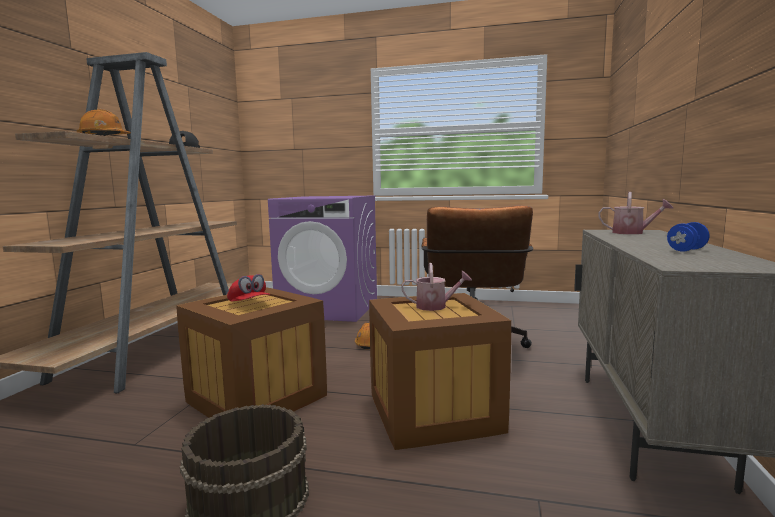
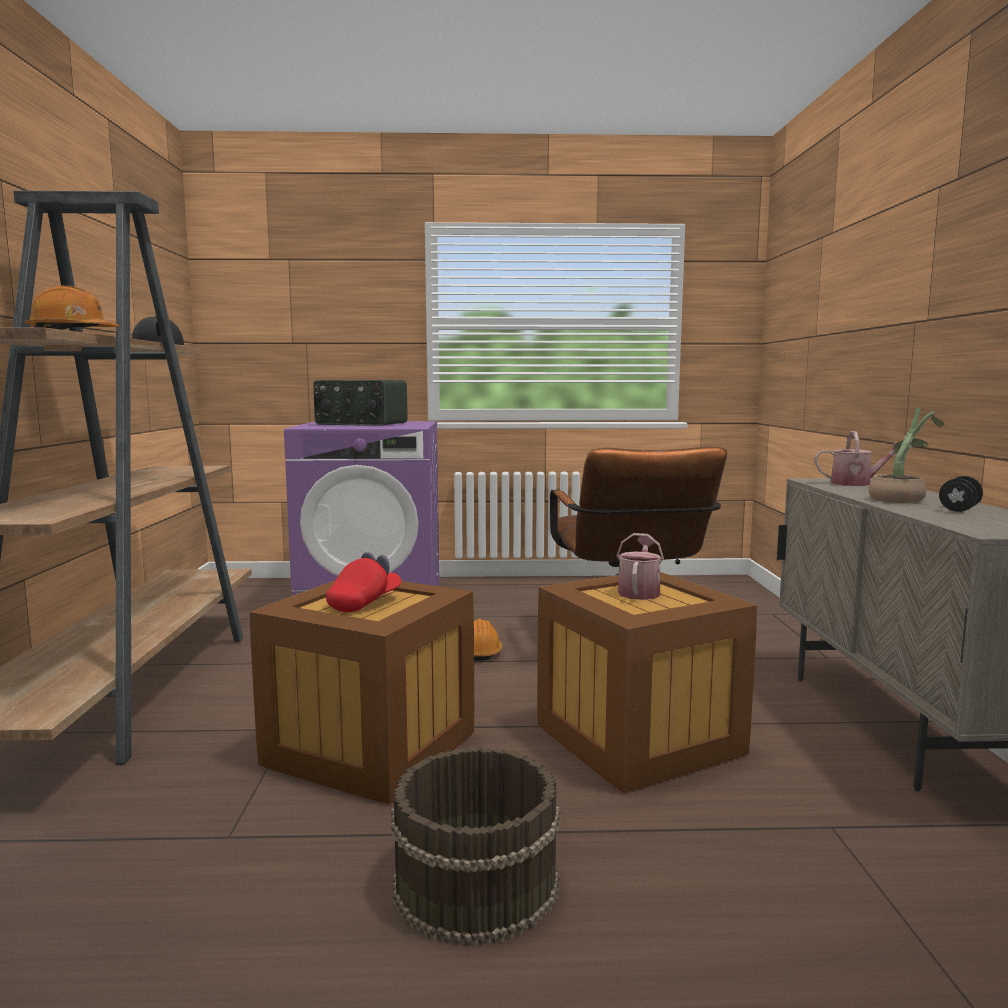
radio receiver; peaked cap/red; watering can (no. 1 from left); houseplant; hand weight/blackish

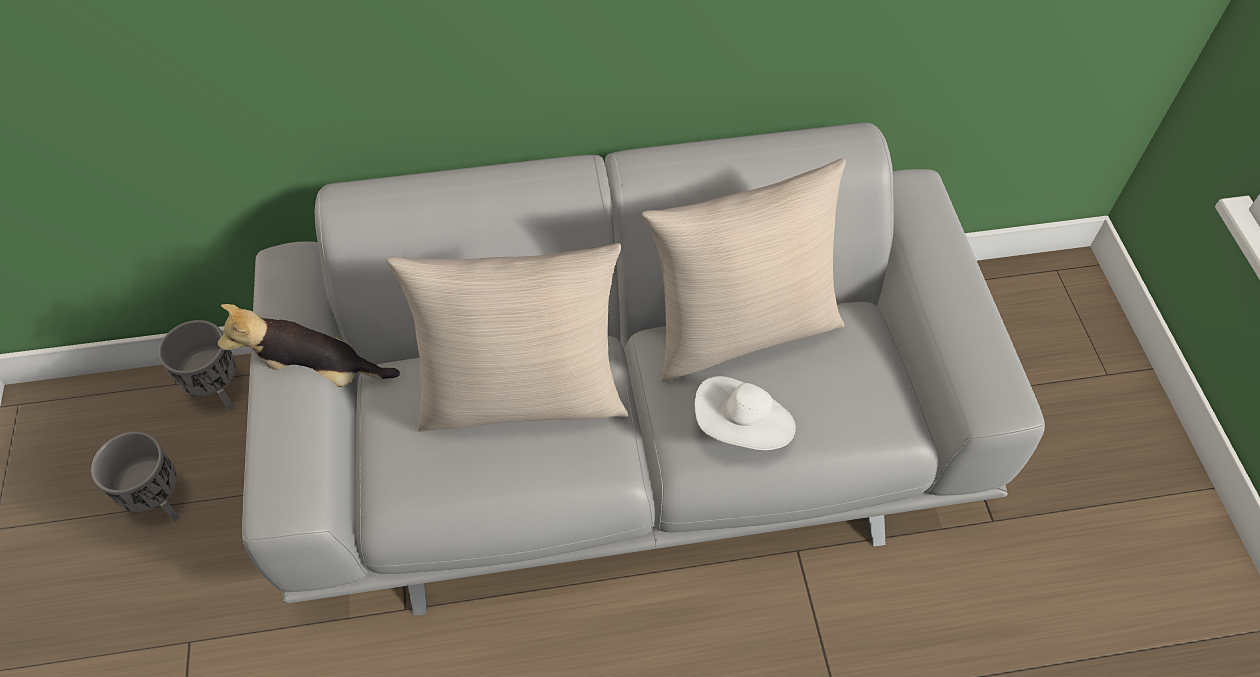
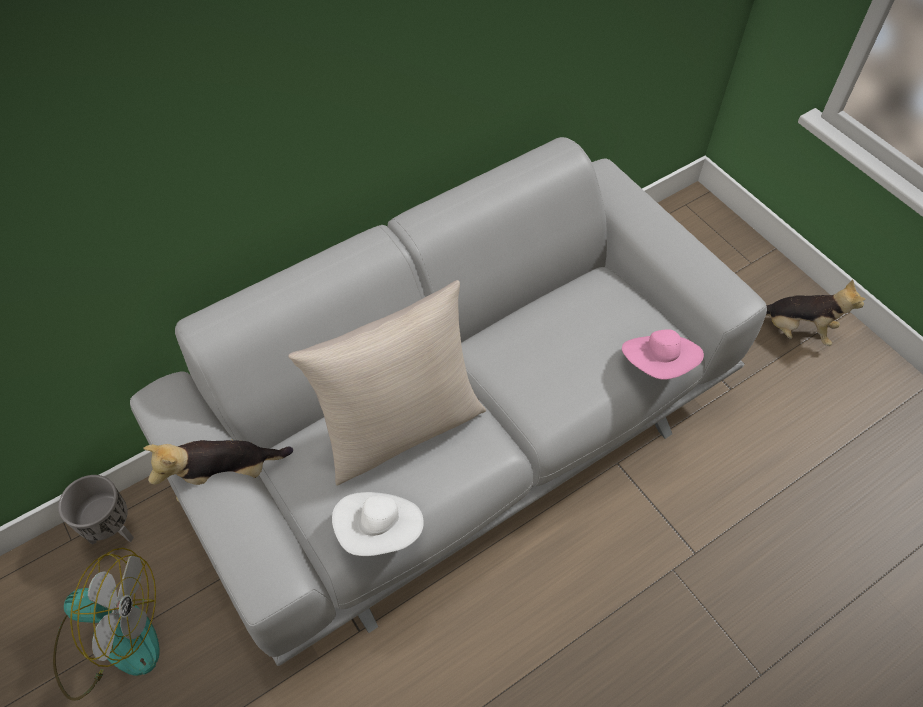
fan; clothing hat/whitish; clothing hat/pinkish; soft toy (no. 2 from left); throw pillow/sand-coloured (no. 2 from left in the first image)

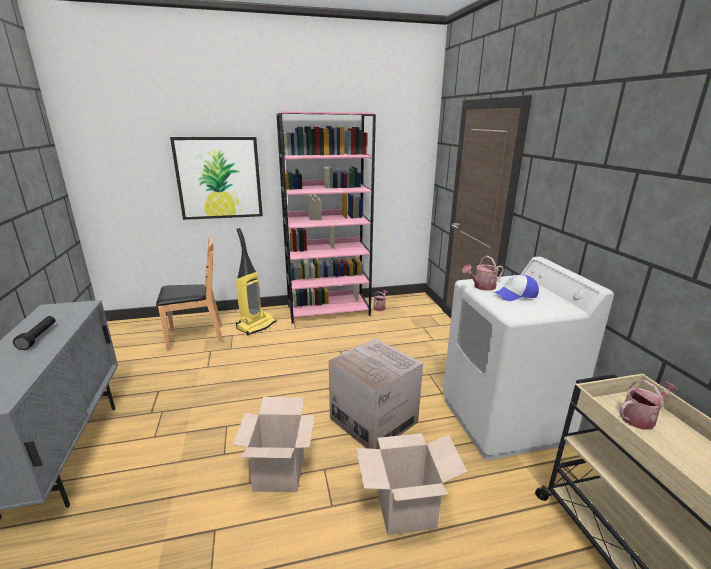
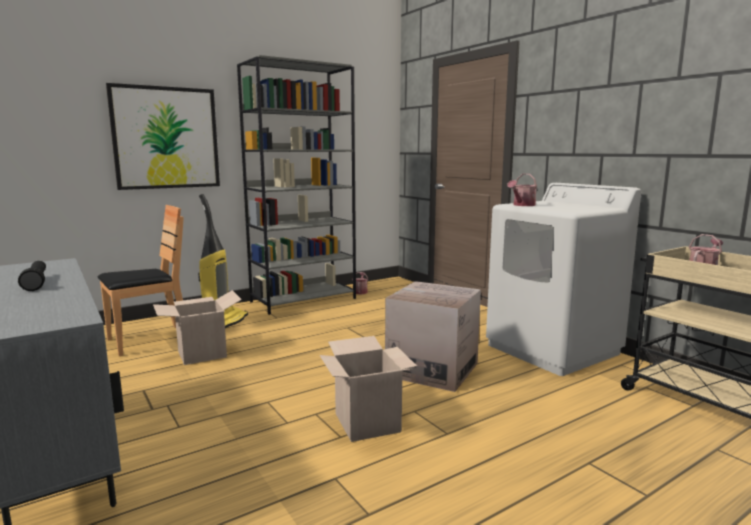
carton (no. 1 from left); shelving unit/greyish; peaked cap

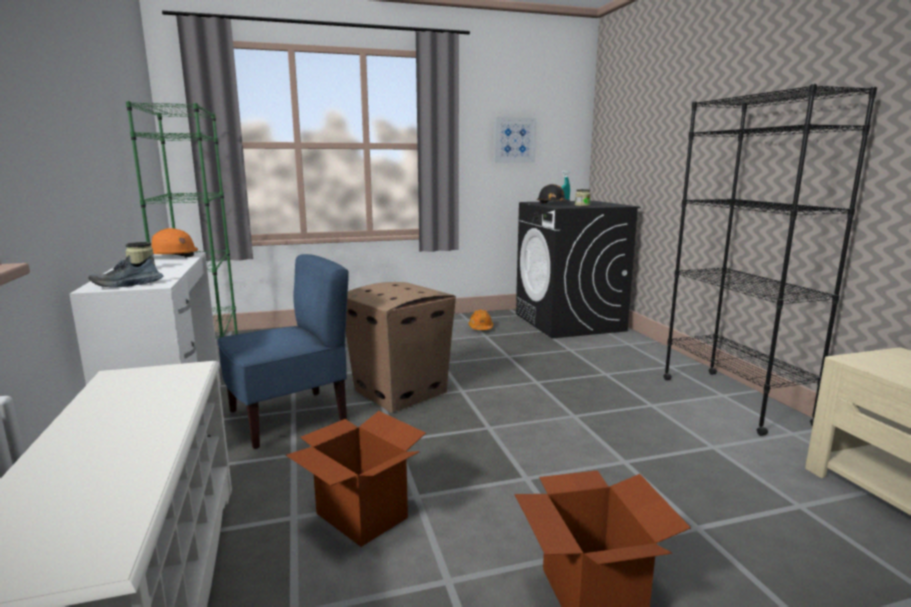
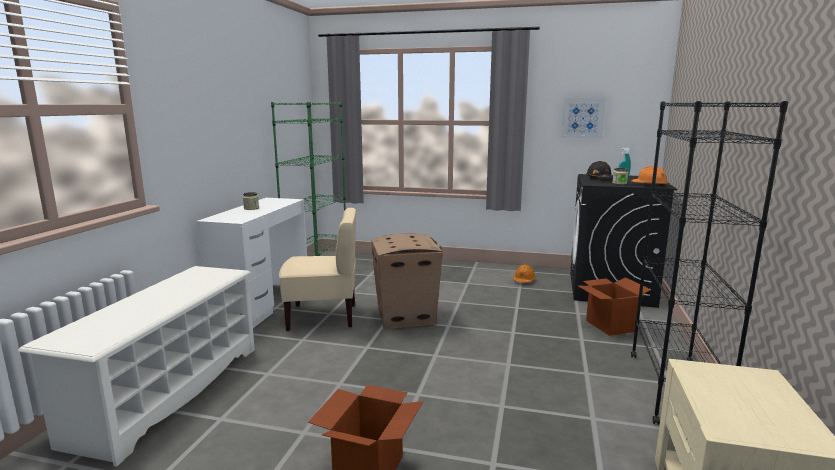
upright chair/sand-coloured; carton (no. 3 from left); safety helmet/orangey (no. 2 from left); item of footwear

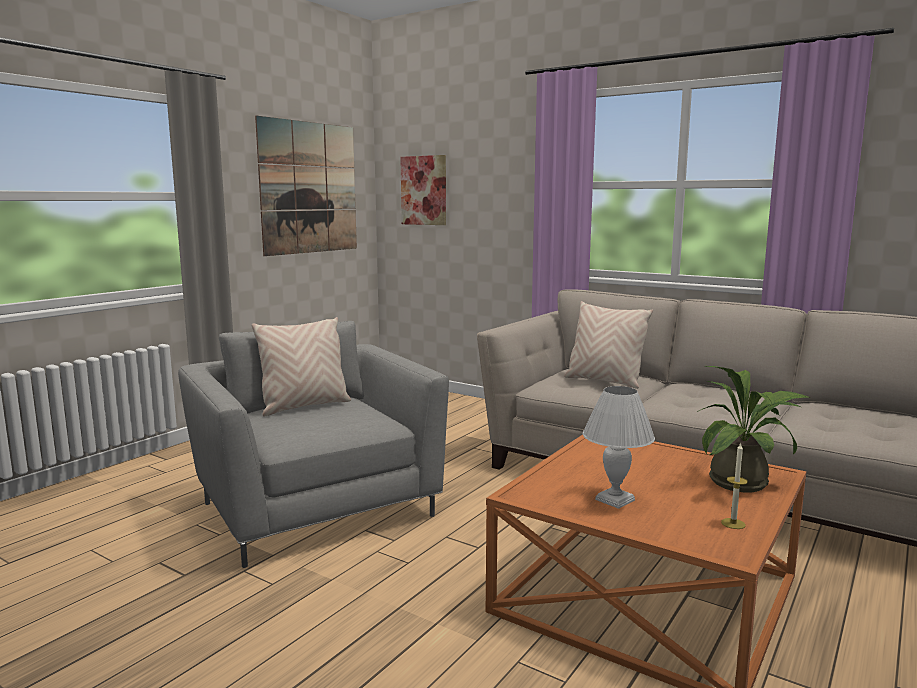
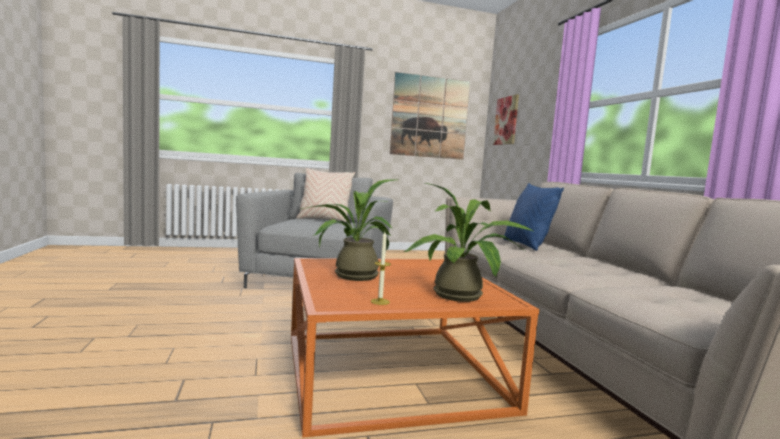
houseplant (no. 1 from left); throw pillow/blue-coloured

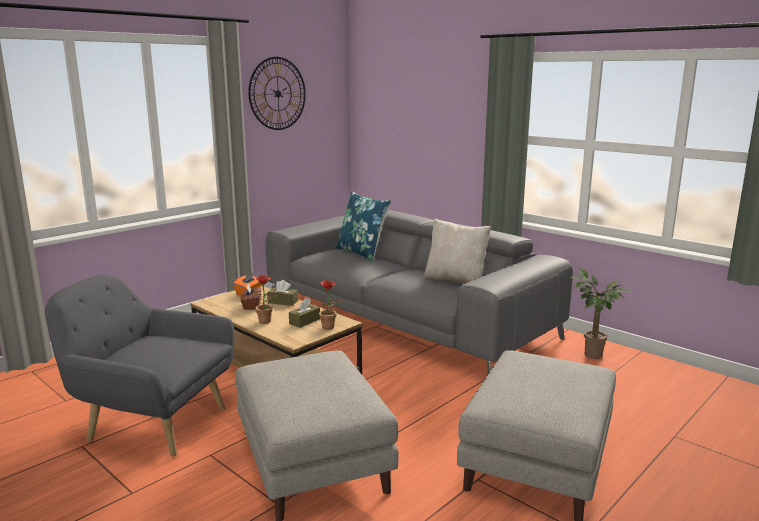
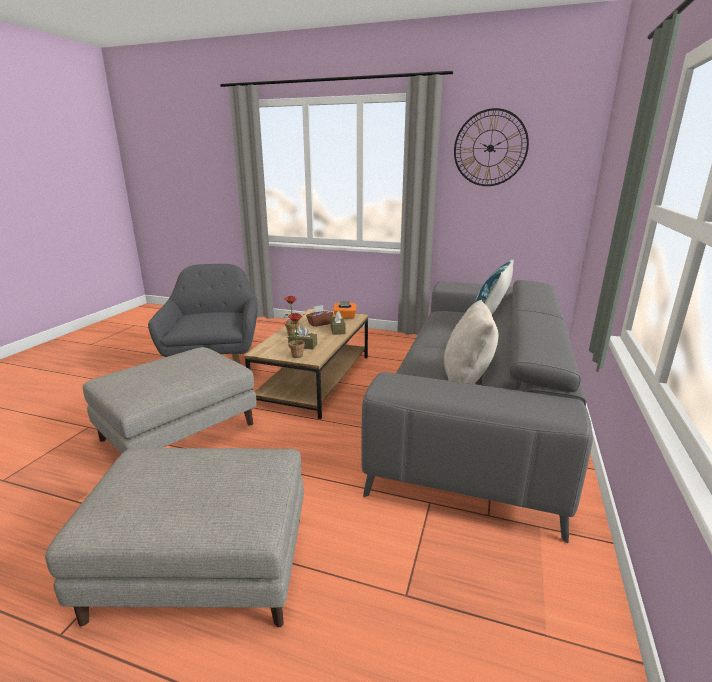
houseplant (no. 3 from left in the first image)

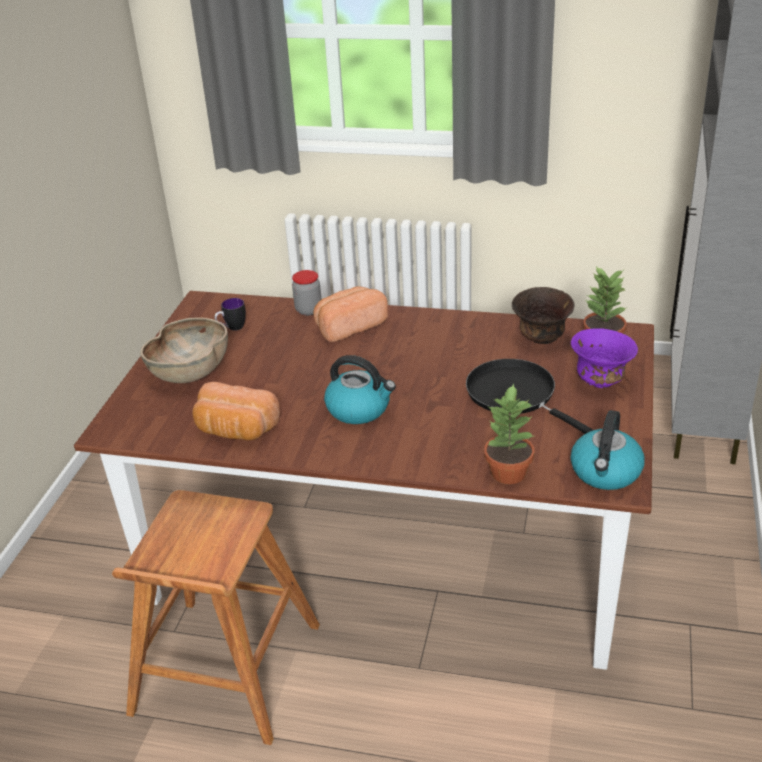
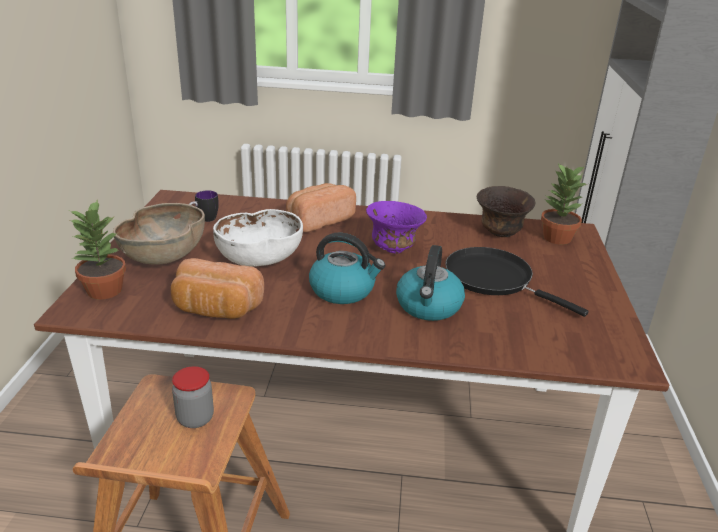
houseplant (no. 1 from left); storage jar; serving bowl/whitish; serving bowl/purple; tea kettle (no. 2 from left)

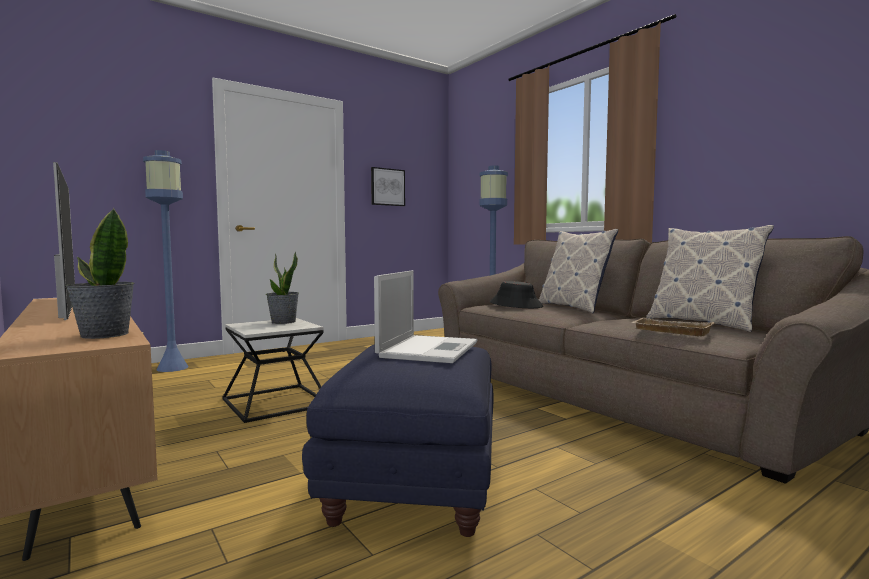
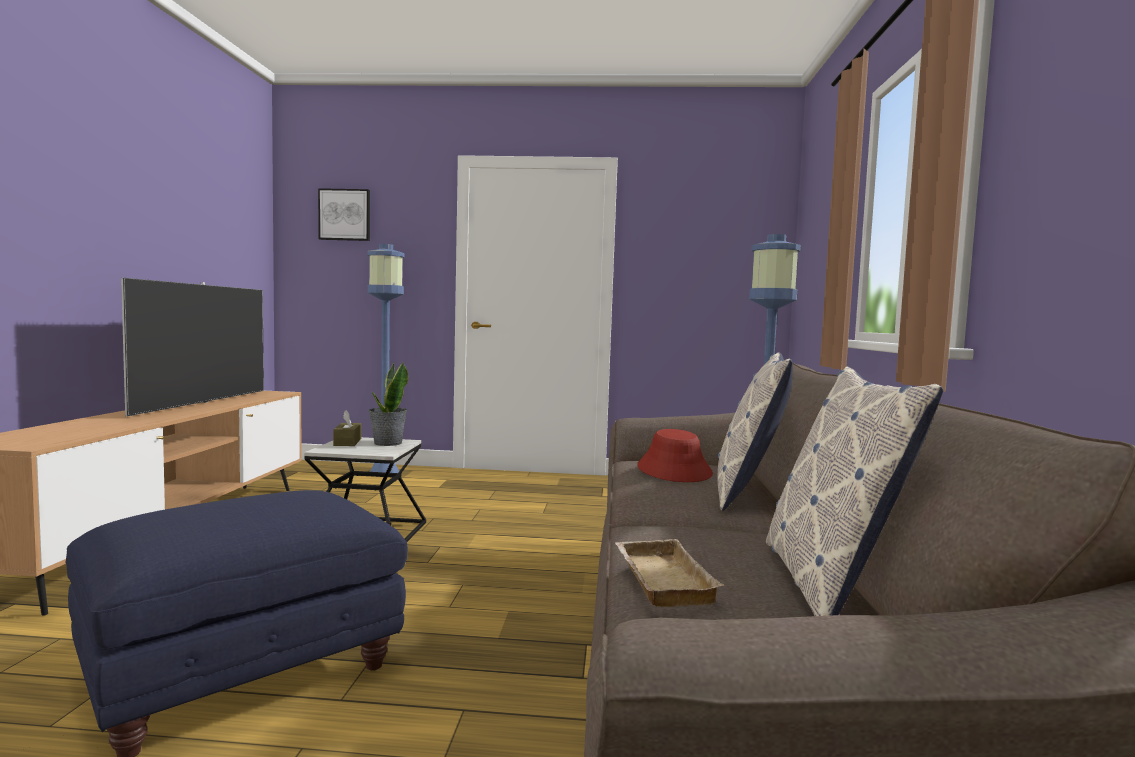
wall picture; box of tissues/brown; clothing hat/red; houseplant (no. 1 from left in the first image); notebook computer

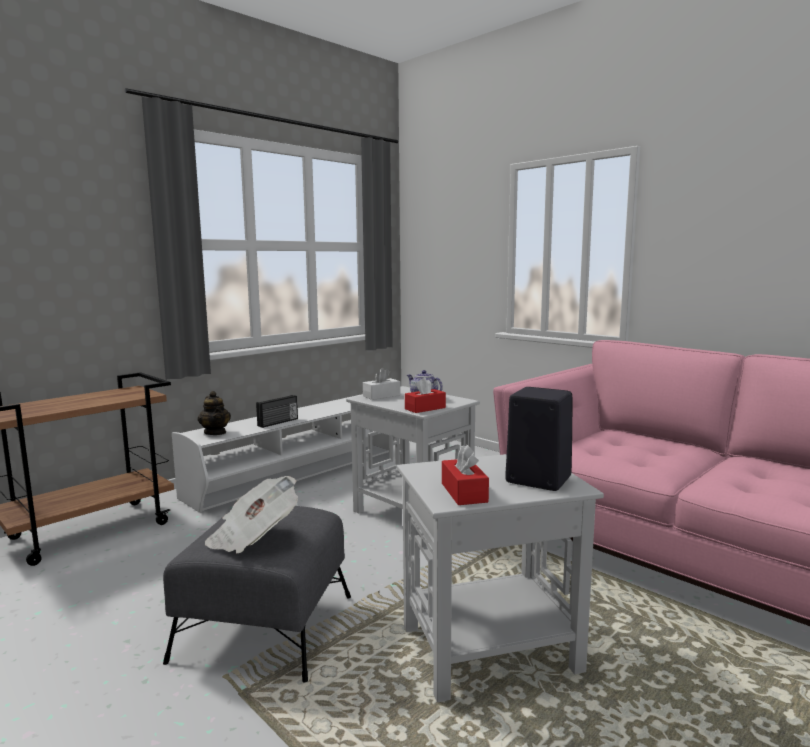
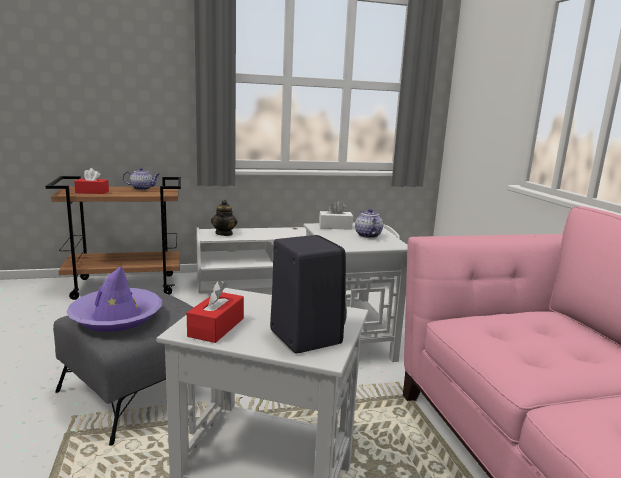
clothing hat/purple; box of tissues/red (no. 1 from left); tea pot (no. 1 from left); radio receiver

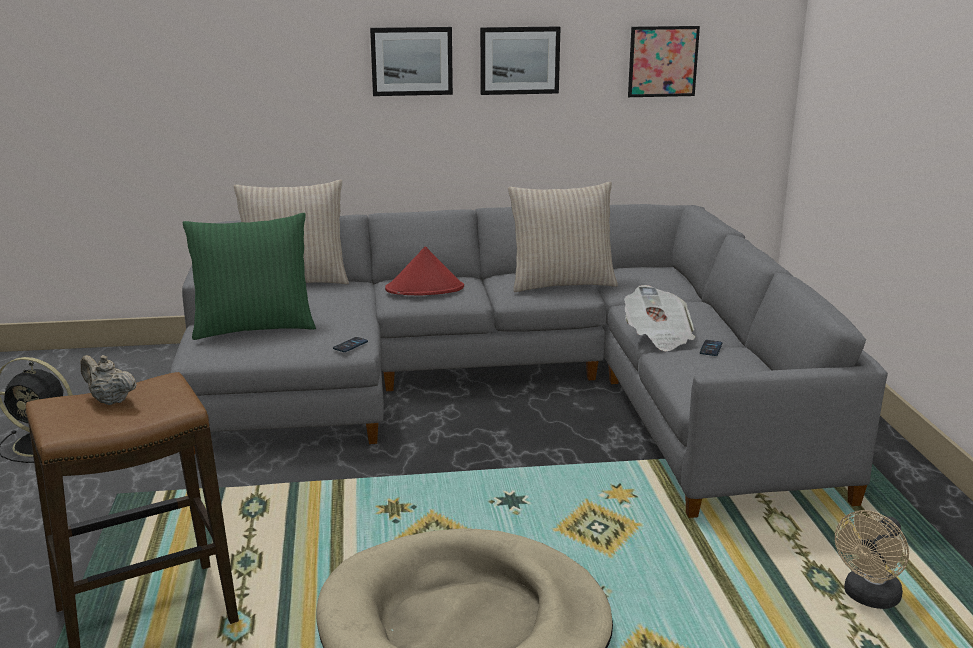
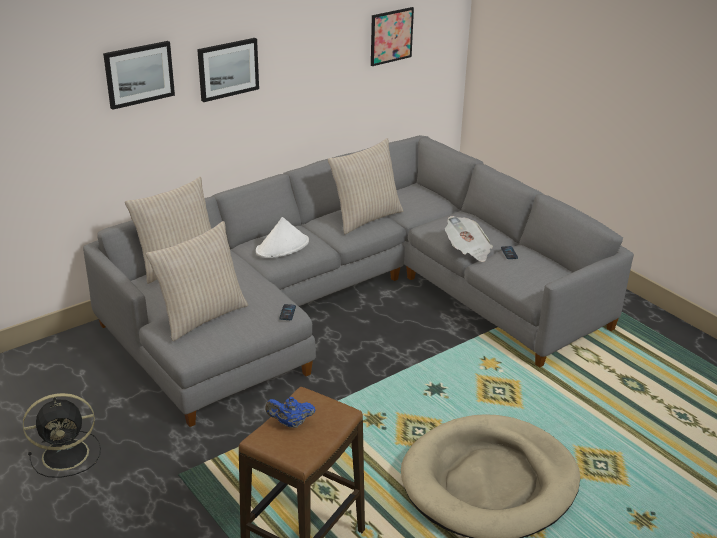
wall picture (no. 1 from left); throw pillow/sand-coloured (no. 2 from left); clothing hat/whitish; tea pot/blue-coloured; fan/sand-coloured

